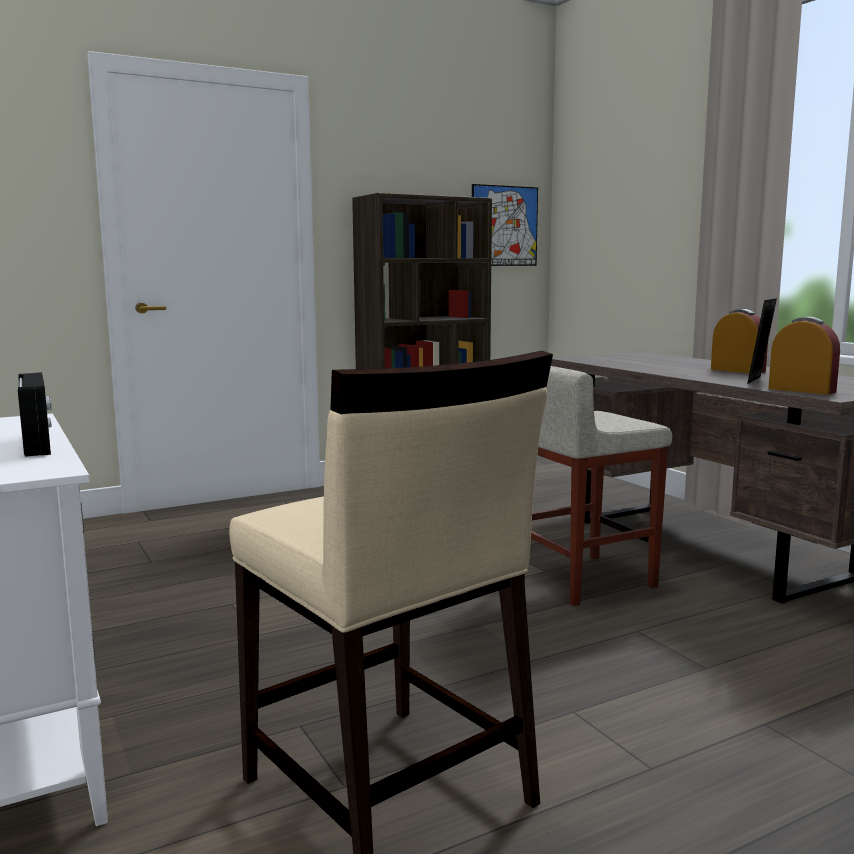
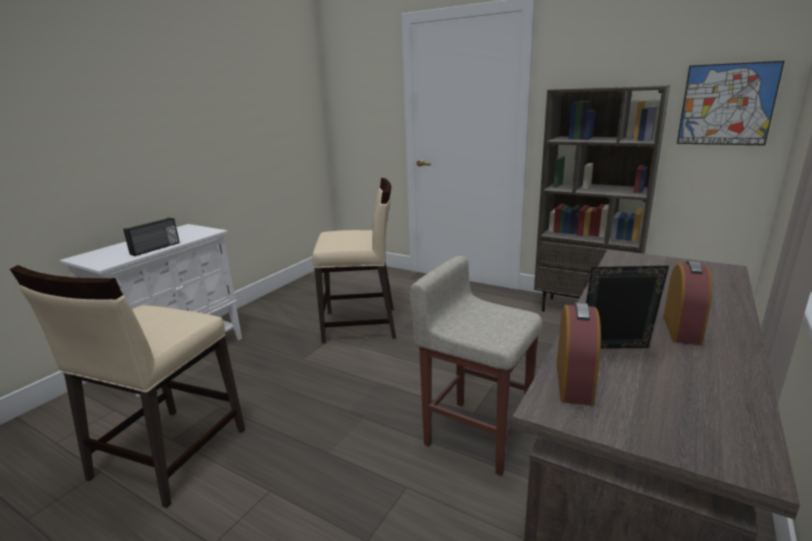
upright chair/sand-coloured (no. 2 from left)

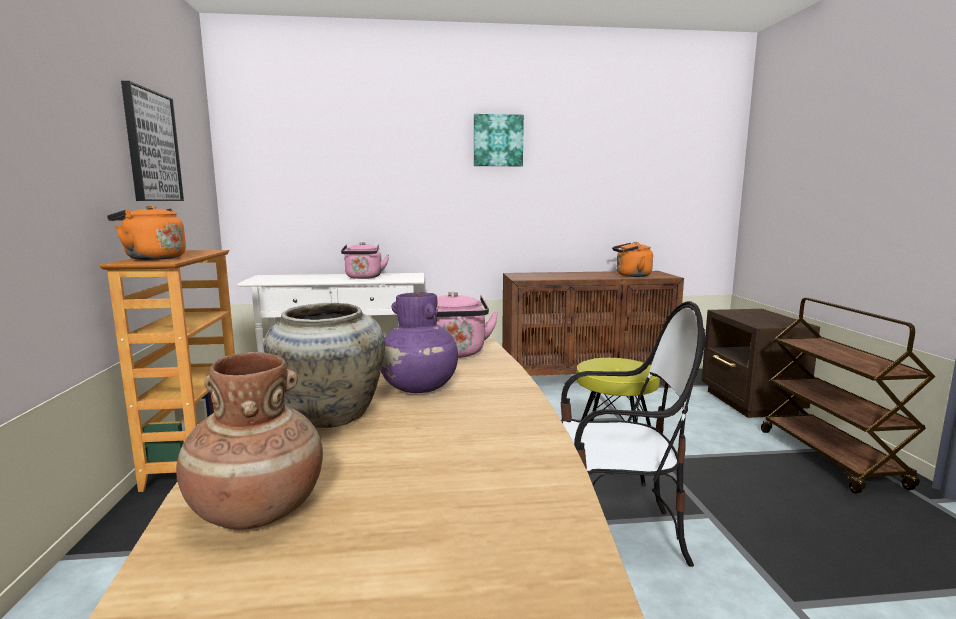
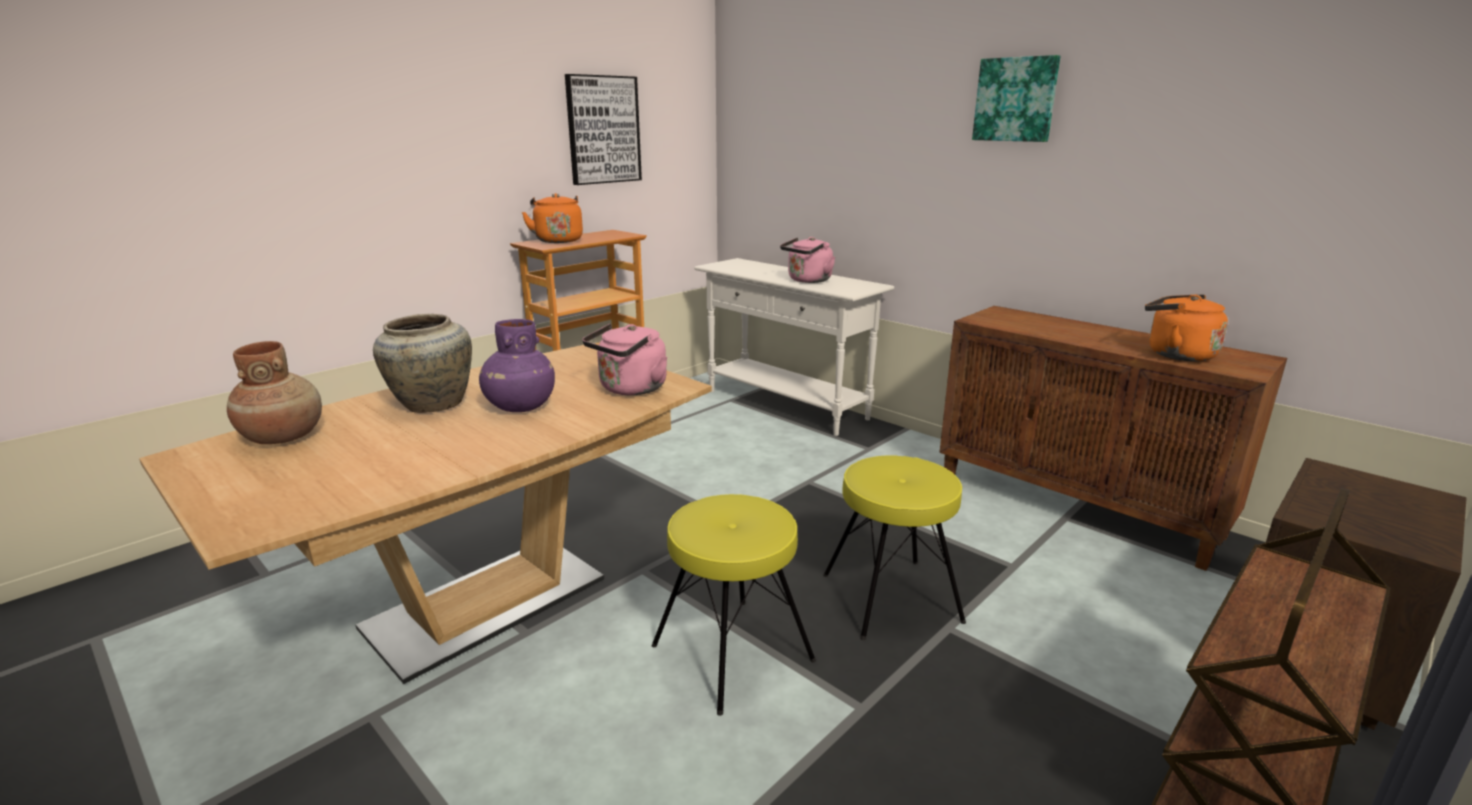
sitting stool/yellow (no. 1 from left)

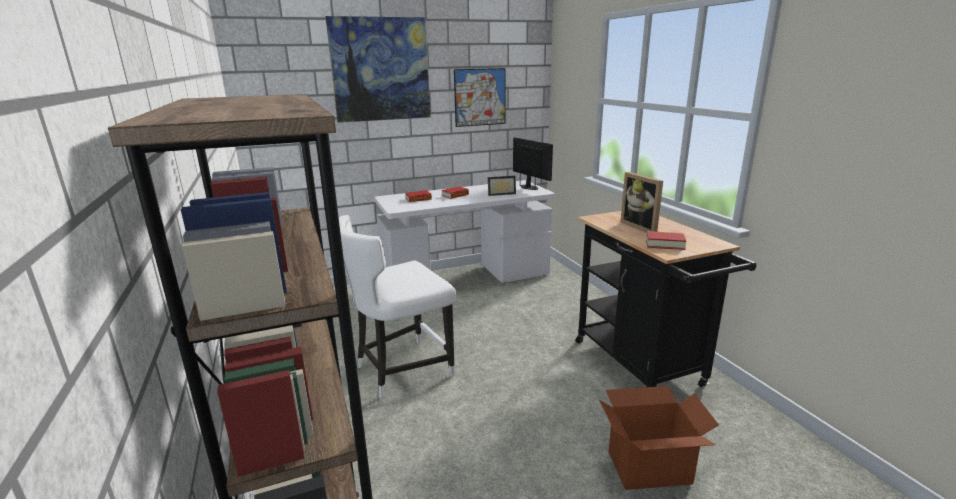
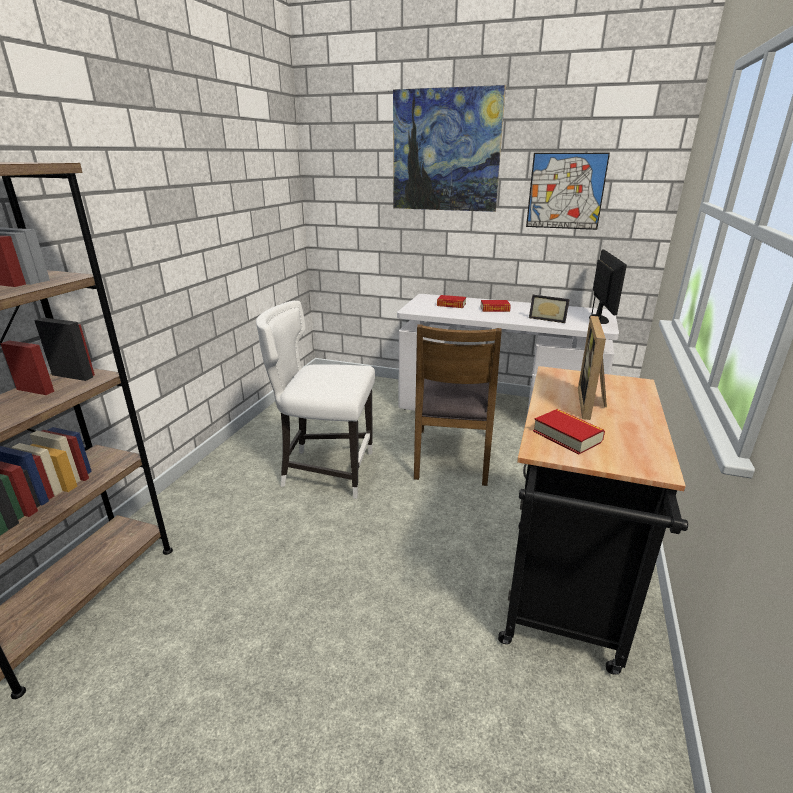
upright chair/brown; carton

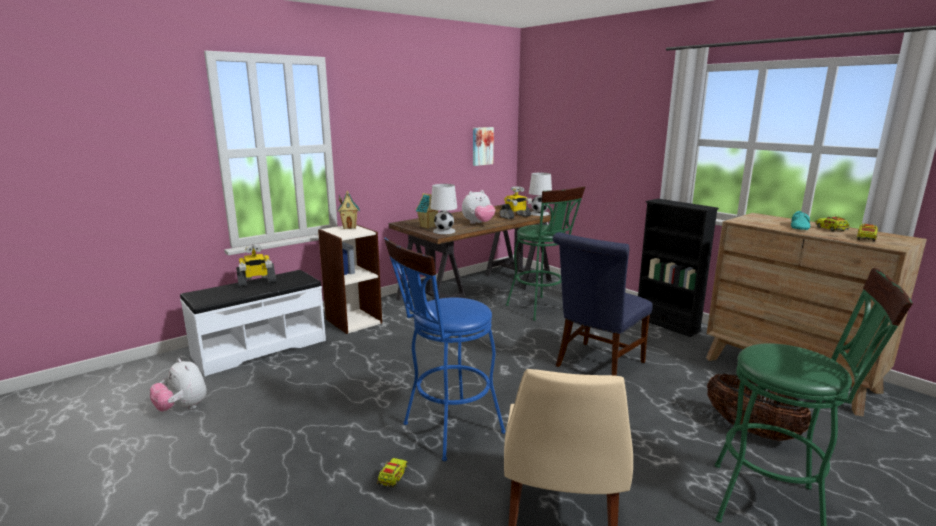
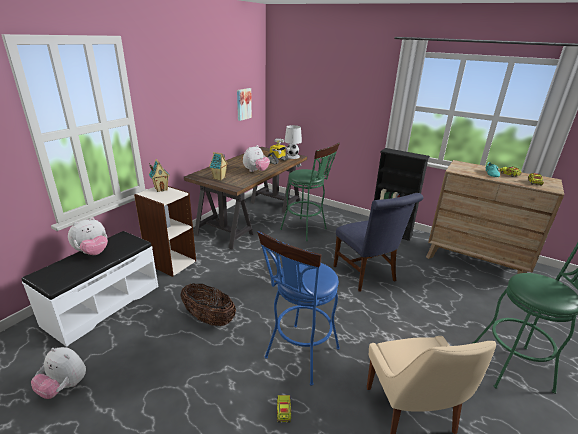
soft toy (no. 2 from left); household basket; upright chair/blue-coloured; tabletop lamp/whitish (no. 1 from left in the first image)

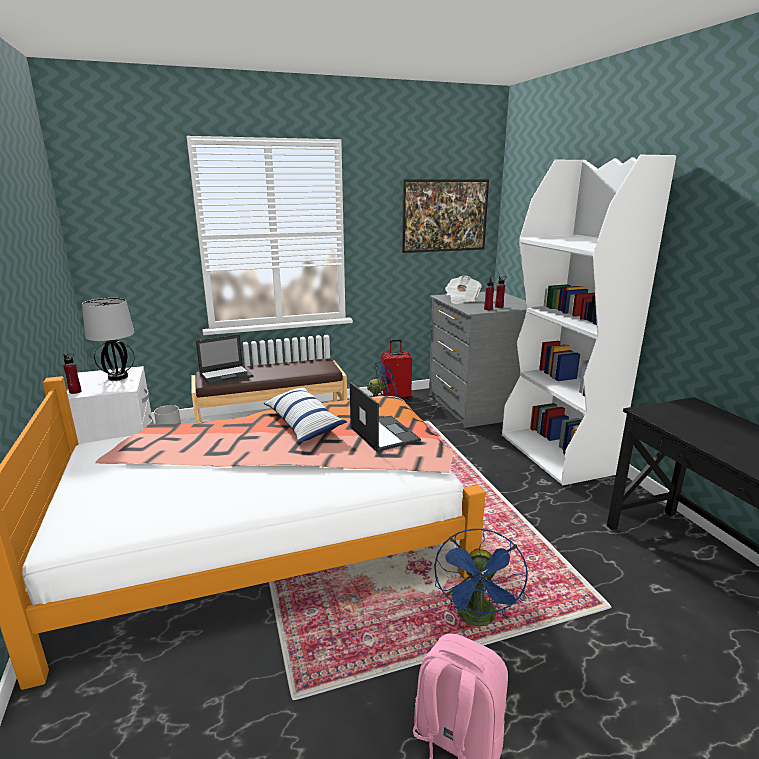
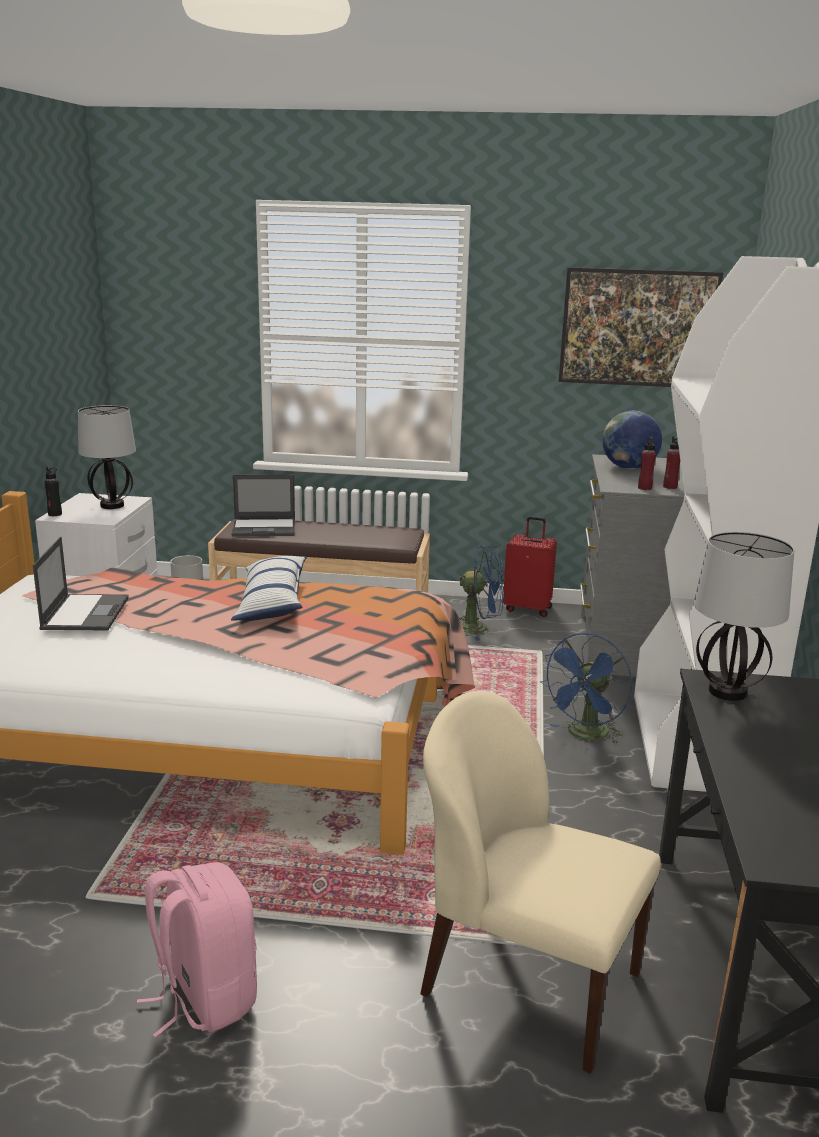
notebook computer (no. 1 from left); beverage bottle/blackish; upright chair/sand-coloured; fan/blue-coloured (no. 2 from left); world globe; tabletop lamp (no. 2 from left)

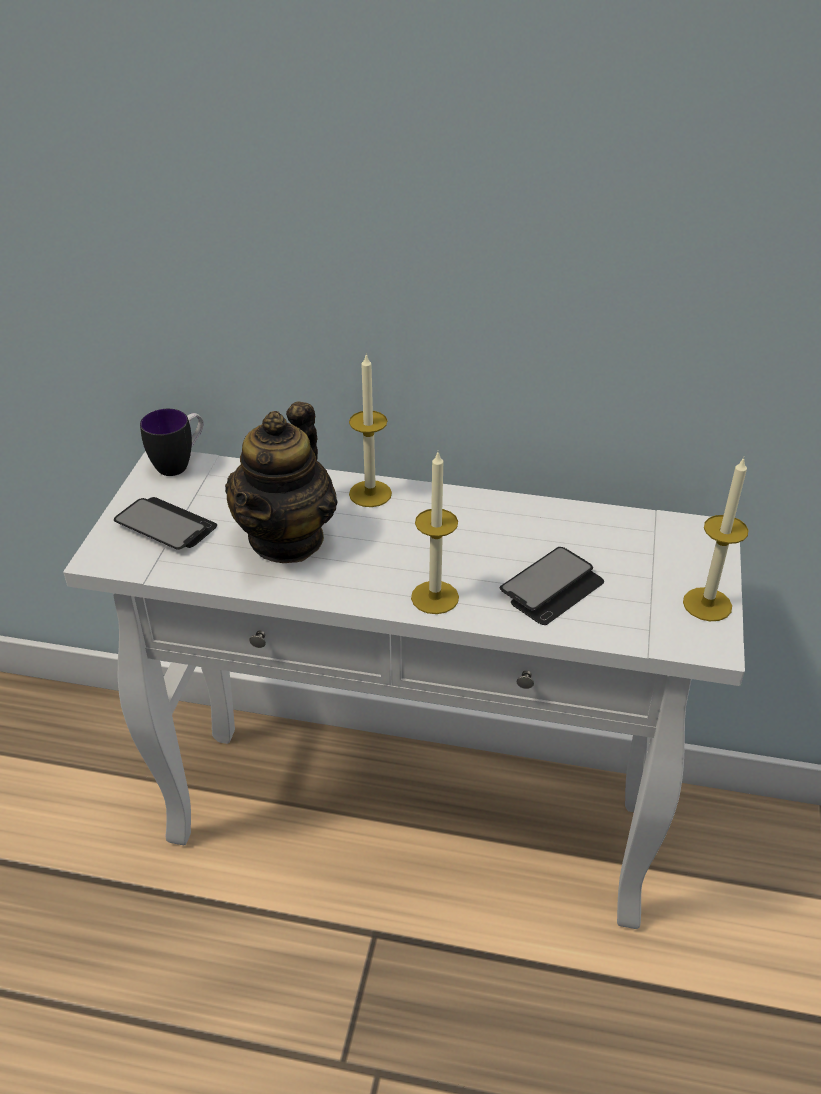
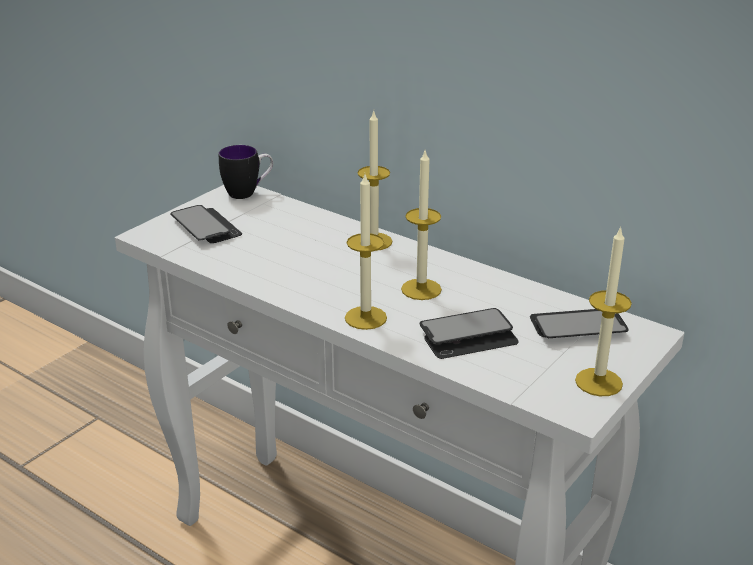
candle (no. 3 from left); phone (no. 3 from left); tea pot

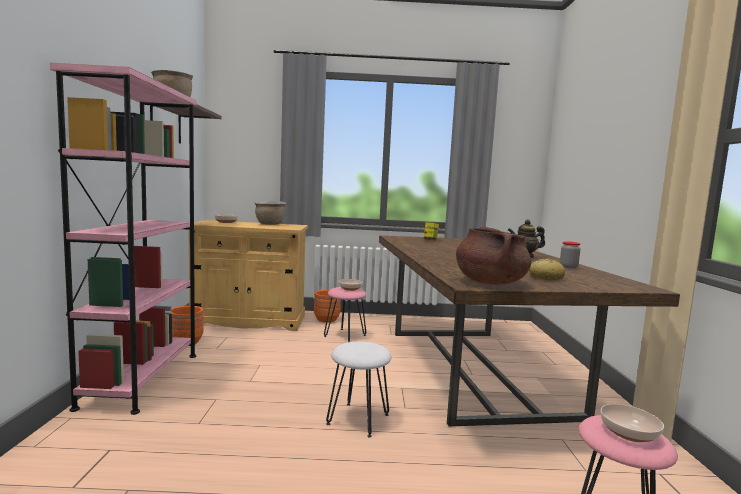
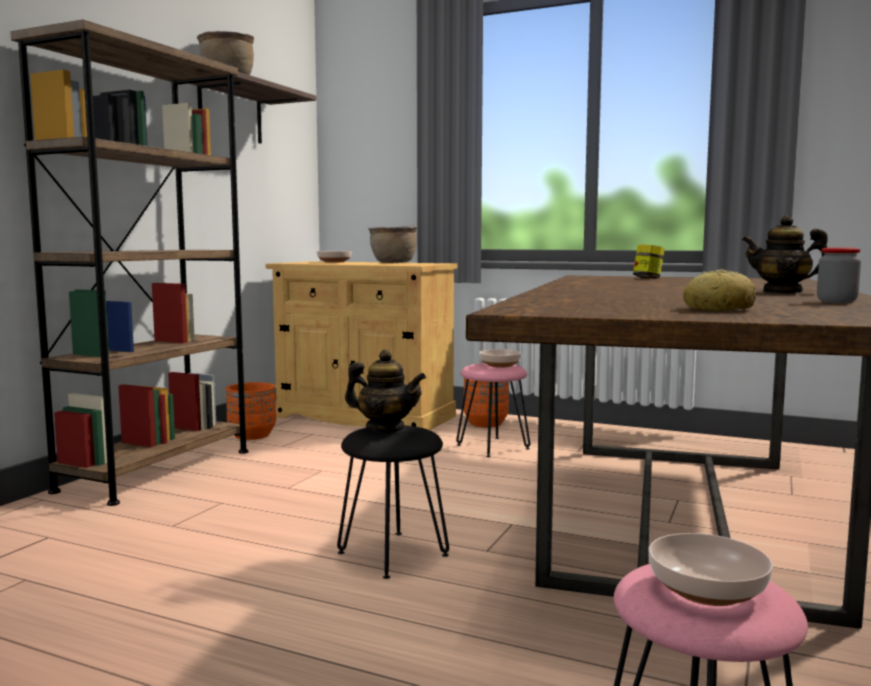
shelving unit/brown; sitting stool/blackish; tea pot (no. 1 from left); stockpot/brown (no. 3 from left in the first image)

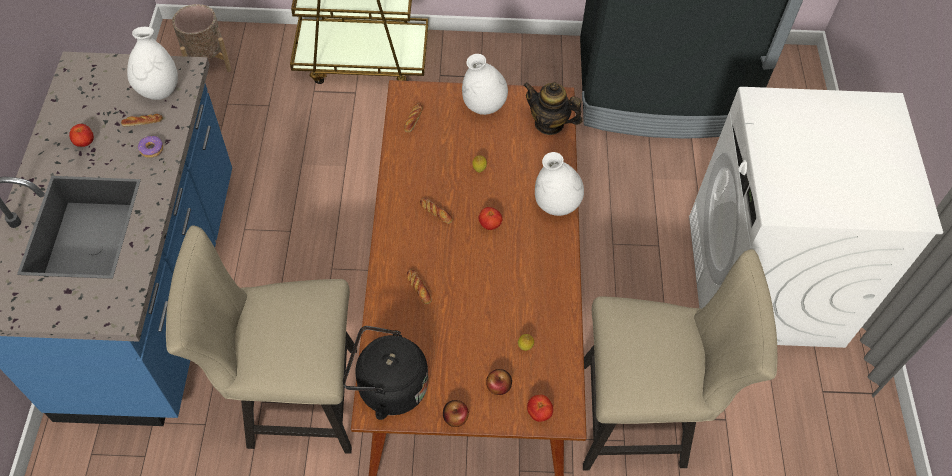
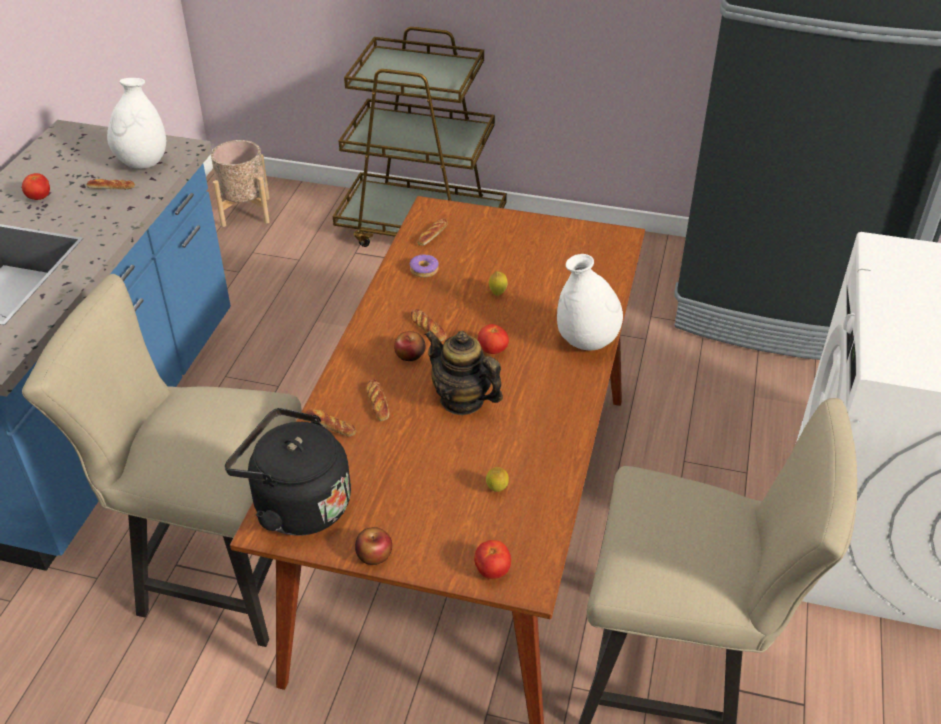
baked bread (no. 2 from left); apple (no. 2 from left); doughnut; tea pot; decorative vase/whitish (no. 2 from left in the first image)

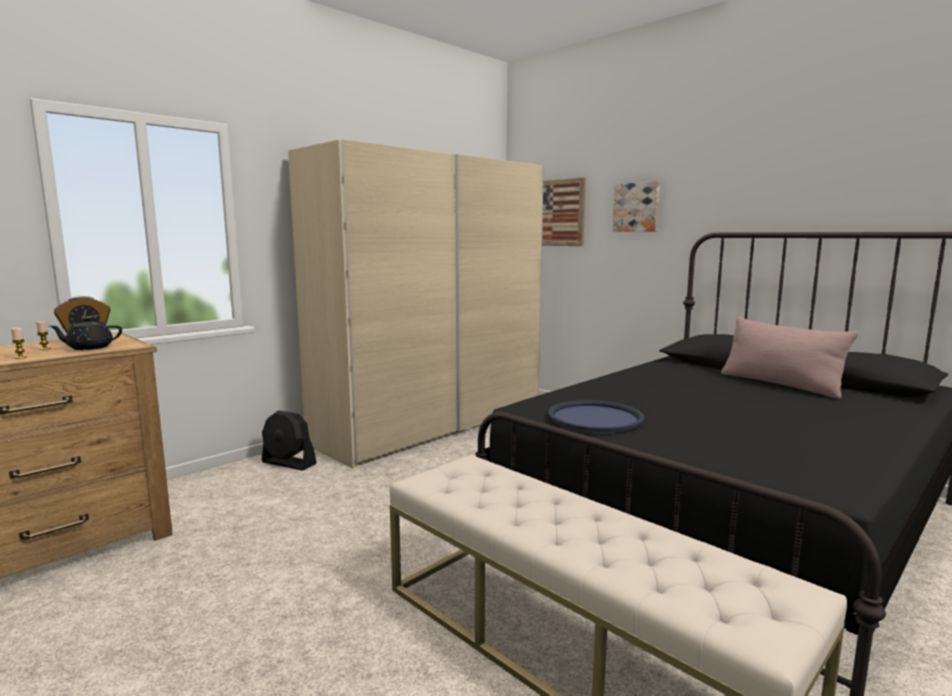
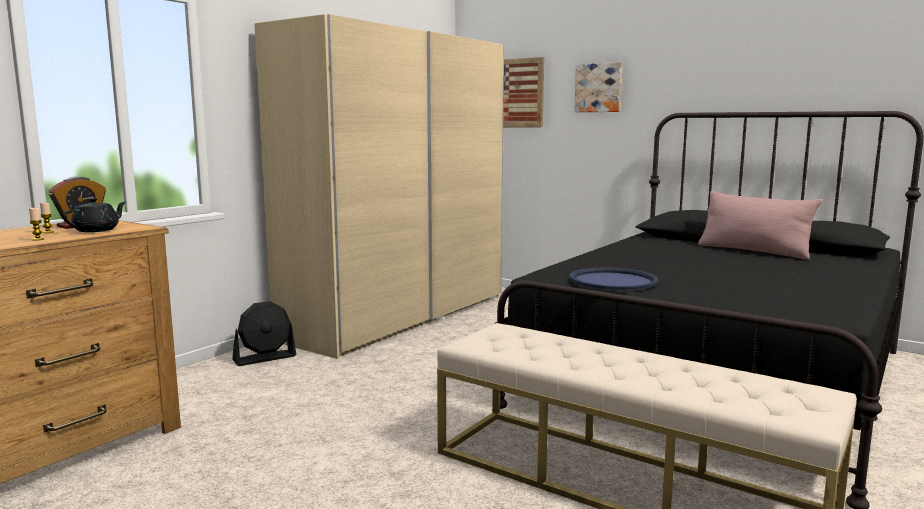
tea pot/blackish; fan/blackish

